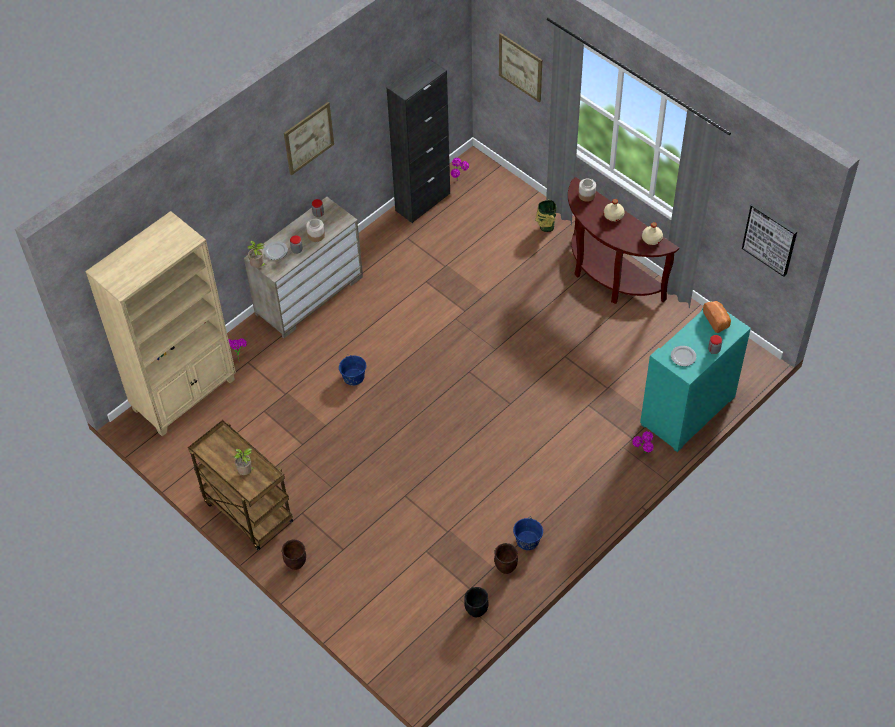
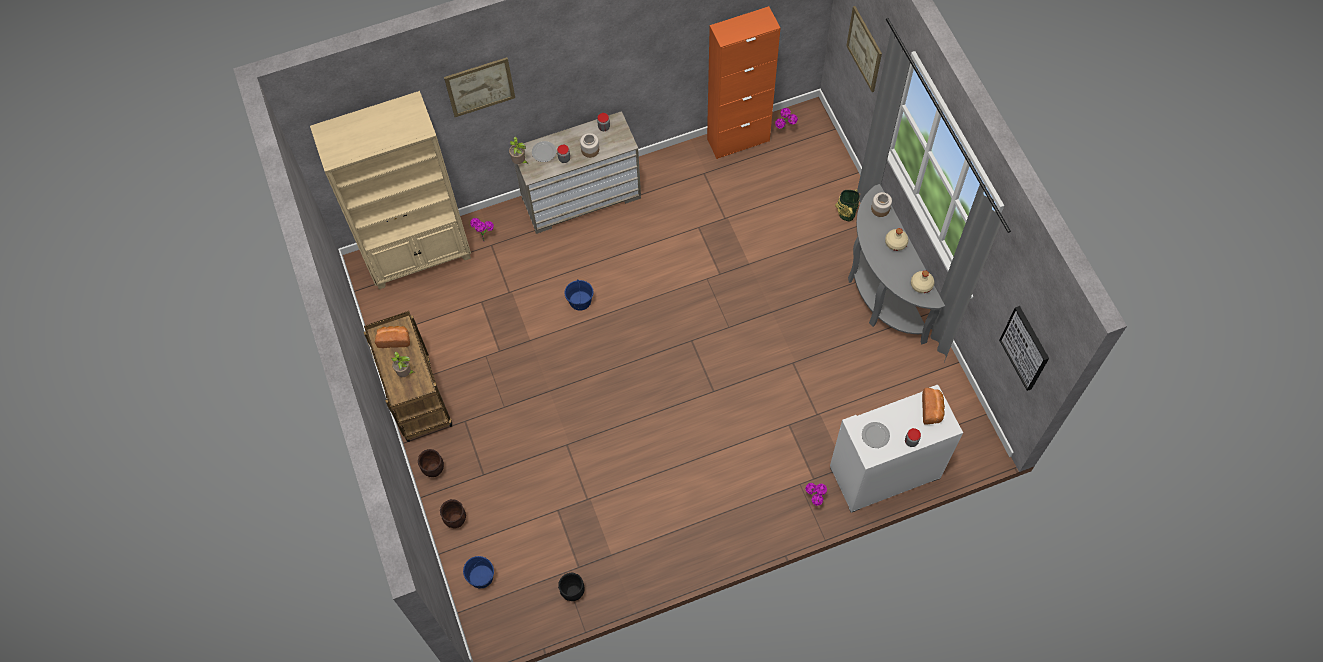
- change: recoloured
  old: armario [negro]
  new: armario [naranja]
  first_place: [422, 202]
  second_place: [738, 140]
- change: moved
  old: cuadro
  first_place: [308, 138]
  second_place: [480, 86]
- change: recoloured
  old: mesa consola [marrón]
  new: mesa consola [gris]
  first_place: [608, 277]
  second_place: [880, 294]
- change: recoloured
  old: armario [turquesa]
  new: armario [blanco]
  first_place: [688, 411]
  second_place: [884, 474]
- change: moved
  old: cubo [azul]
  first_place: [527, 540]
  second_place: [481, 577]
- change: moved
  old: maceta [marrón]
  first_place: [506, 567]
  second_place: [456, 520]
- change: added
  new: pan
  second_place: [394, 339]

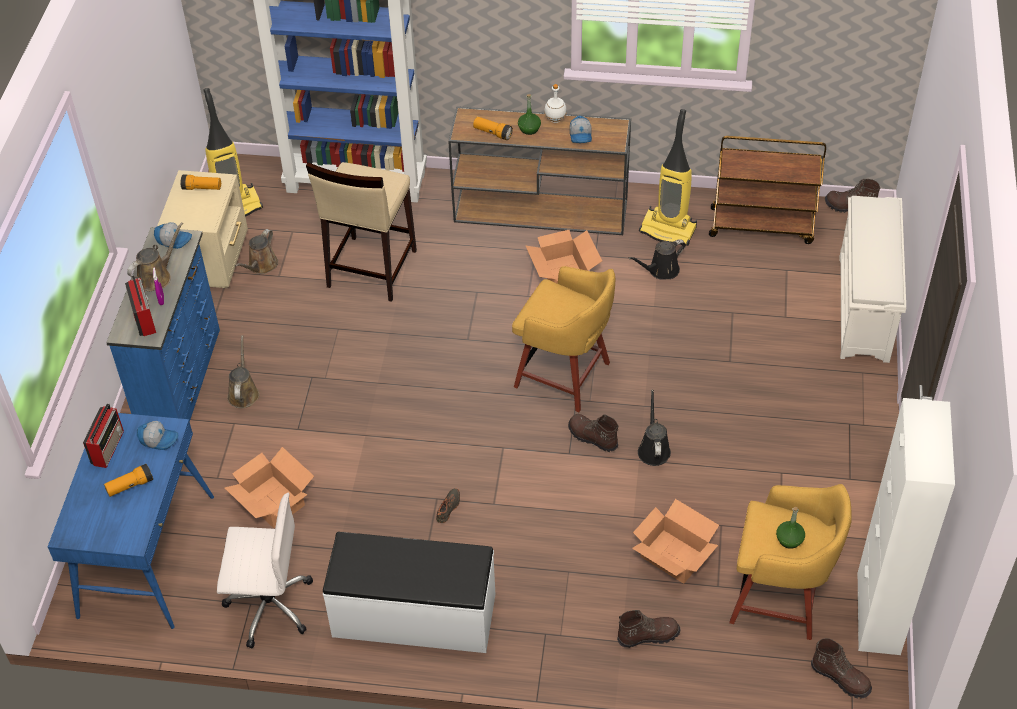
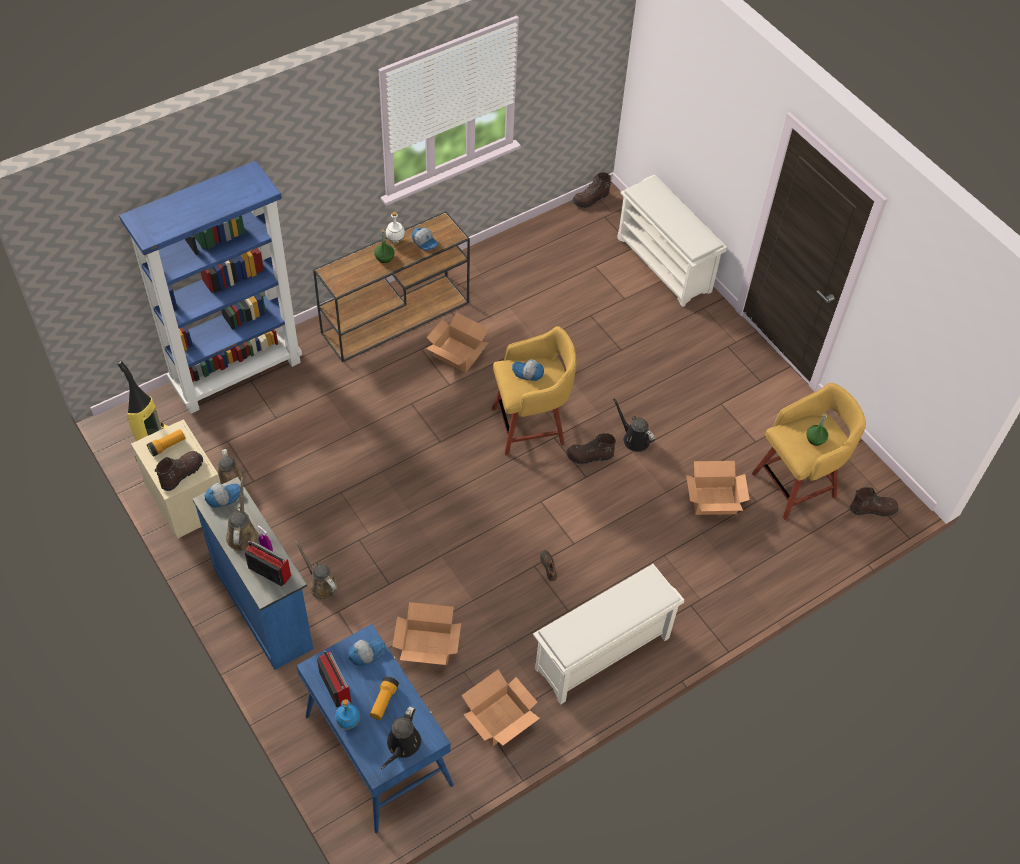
- change: removed
  old: aspiradora
  first_place: [669, 229]
- change: removed
  old: linterna
  first_place: [492, 133]
- change: removed
  old: carrito [marrón]
  first_place: [762, 225]
- change: removed
  old: taburete [beis]
  first_place: [370, 269]
- change: moved
  old: regadera [negro]
  first_place: [661, 270]
  second_place: [402, 745]
- change: removed
  old: armario [blanco]
  first_place: [878, 613]
- change: replaced
  old: silla de oficina [blanco]
  new: caja de cartón
  first_place: [268, 605]
  second_place: [500, 719]
- change: replaced
  old: banco [blanco]
  new: zapatero [blanco]
  first_place: [414, 616]
  second_place: [601, 654]
- change: moved
  old: bota [marrón]
  first_place: [648, 635]
  second_place: [181, 473]
- change: added
  new: gorra
  second_place: [528, 373]
- change: added
  new: botella [azul]
  second_place: [348, 722]

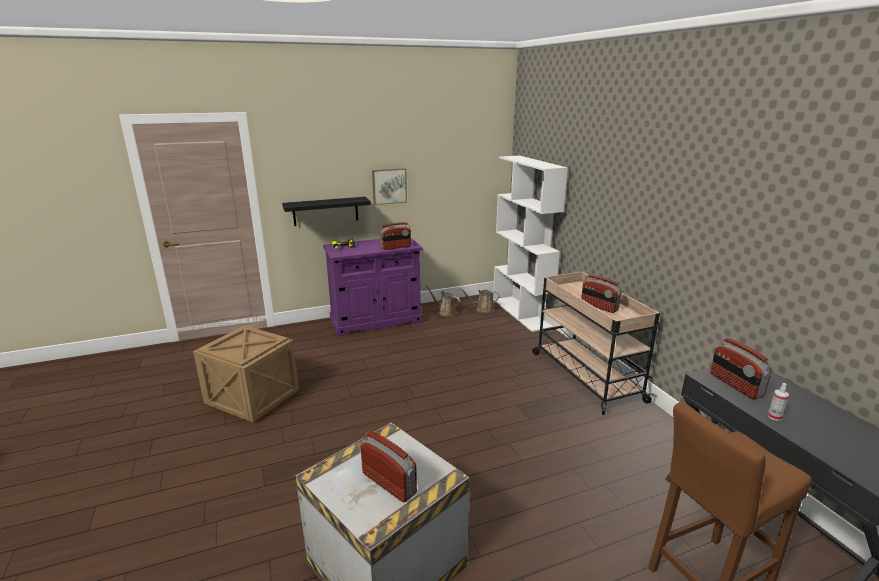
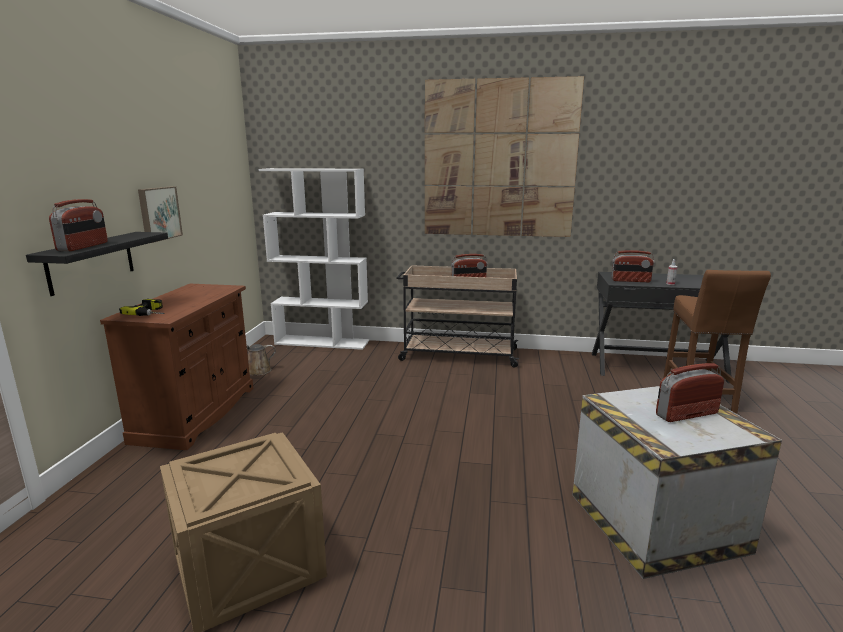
- change: moved
  old: radio
  first_place: [396, 247]
  second_place: [83, 246]
- change: recoloured
  old: armario [morado]
  new: armario [marrón]
  first_place: [376, 320]
  second_place: [196, 413]
- change: removed
  old: regadera [marrón]
  first_place: [482, 310]
- change: added
  new: cuadro
  second_place: [499, 160]

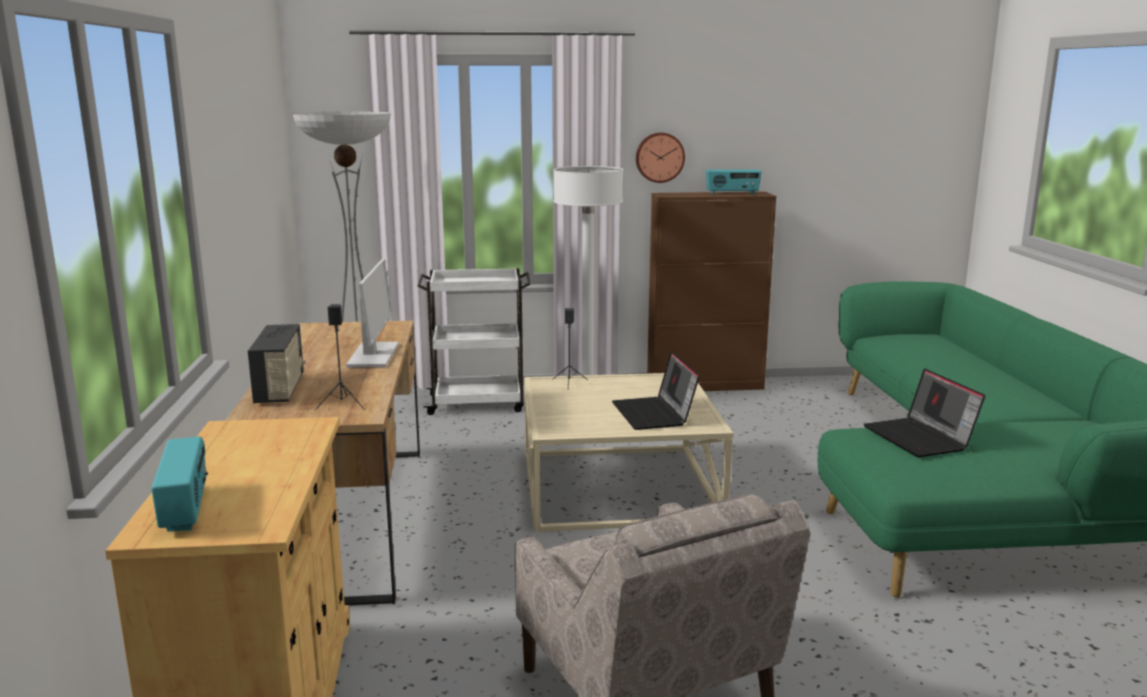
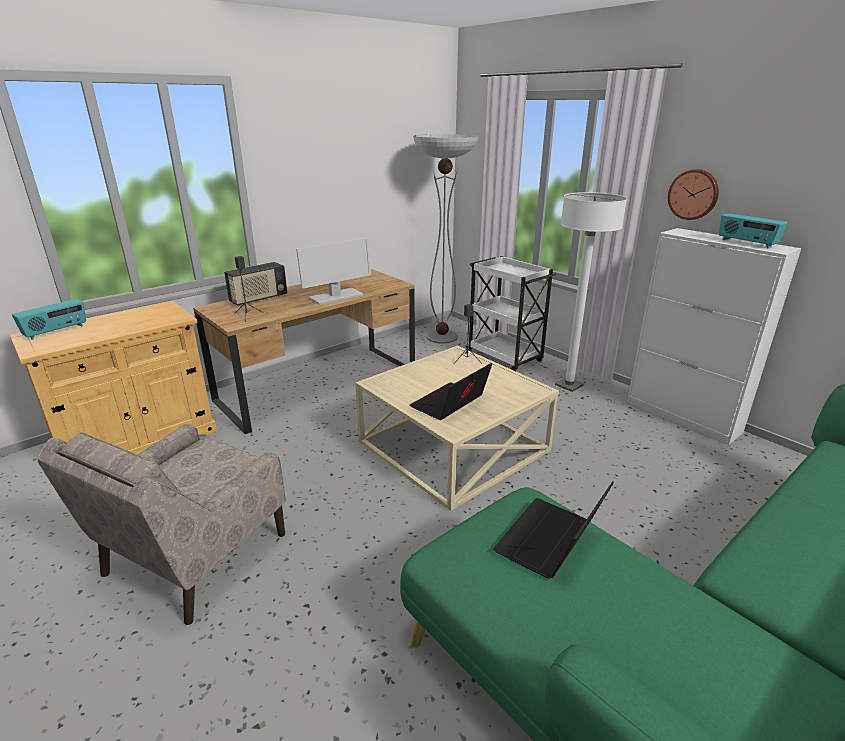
- change: recoloured
  old: armario [marrón]
  new: armario [blanco]
  first_place: [705, 385]
  second_place: [682, 417]

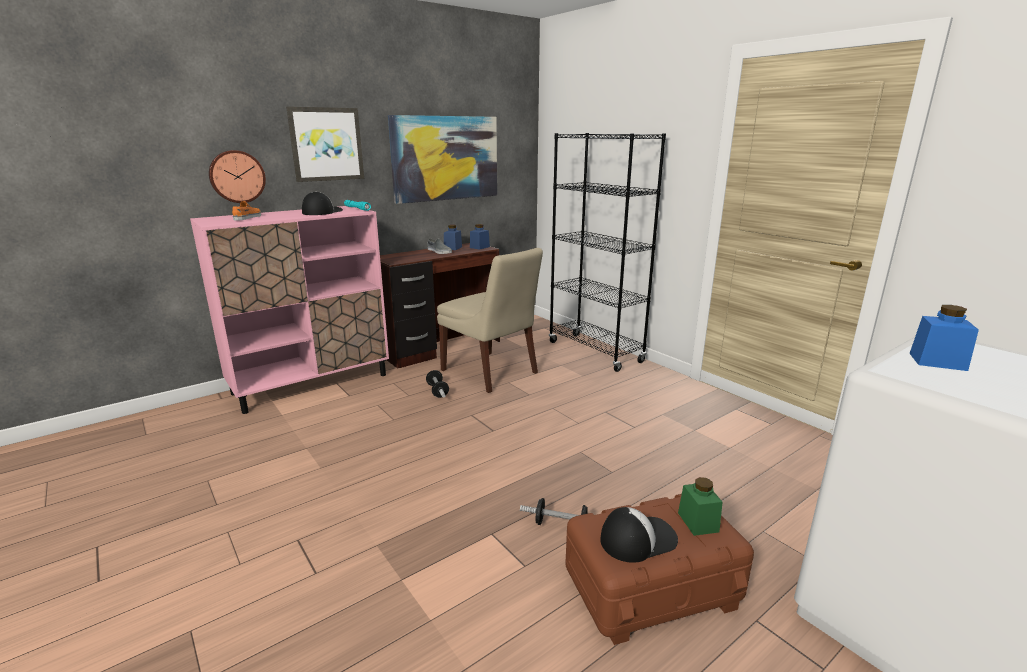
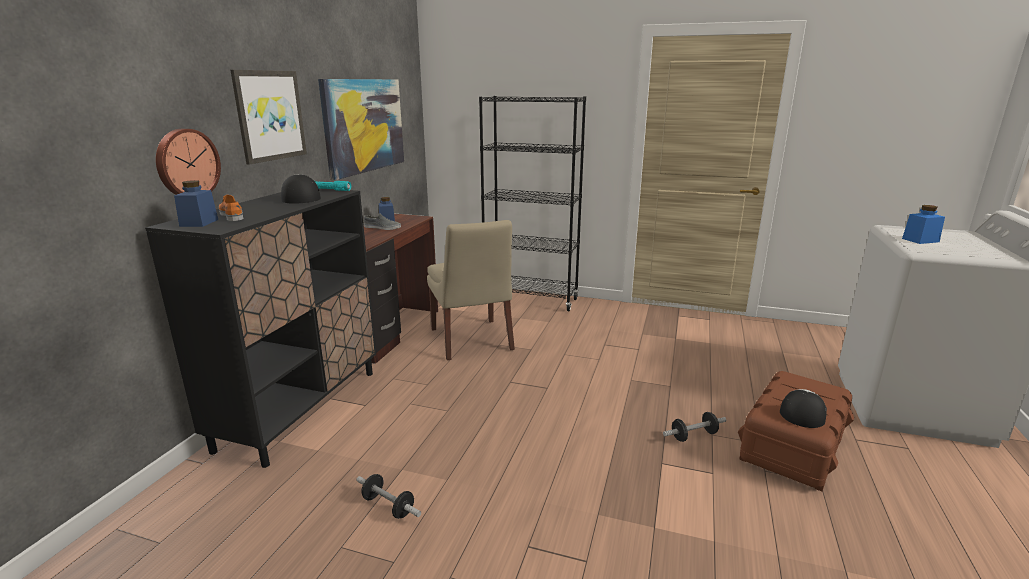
- change: recoloured
  old: armario [rosa]
  new: armario [negro]
  first_place: [312, 384]
  second_place: [301, 408]
- change: moved
  old: tarro [azul]
  first_place: [479, 247]
  second_place: [199, 223]
- change: turned
  old: silla [beis]
  first_place: [491, 372]
  second_place: [472, 341]
  degrees: 60
- change: moved
  old: mancuerna
  first_place: [437, 391]
  second_place: [388, 506]
- change: removed
  old: tarro [verde]
  first_place: [698, 522]

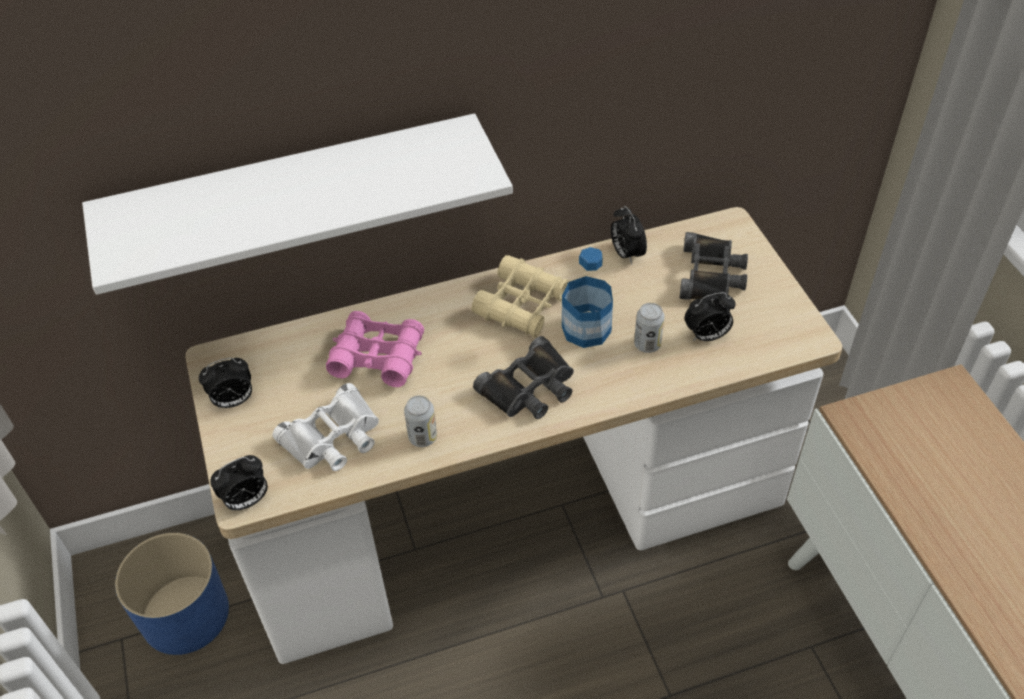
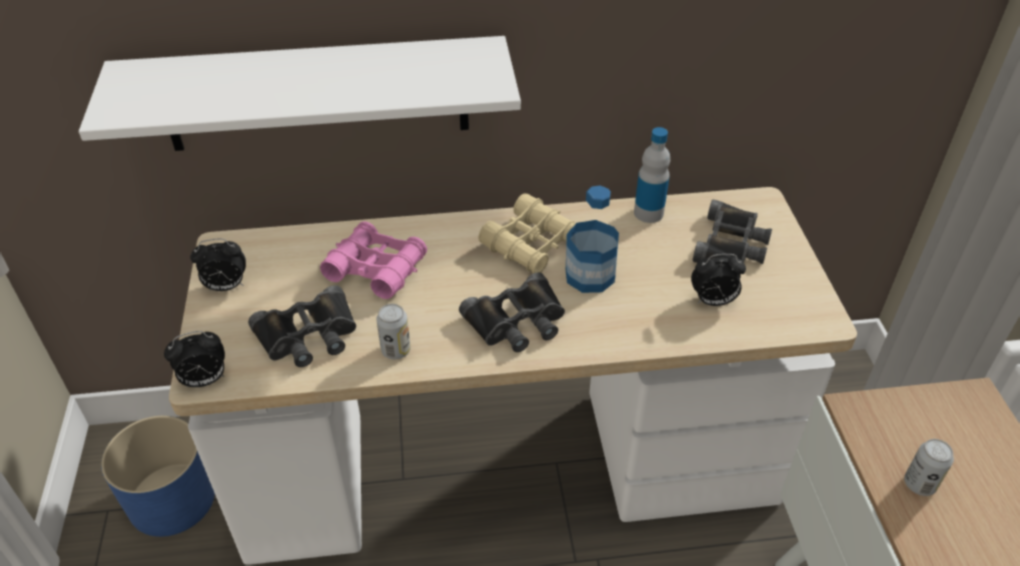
- change: replaced
  old: despertador
  new: botella
  first_place: [626, 254]
  second_place: [648, 213]
- change: moved
  old: lata
  first_place: [647, 344]
  second_place: [919, 484]
- change: recoloured
  old: prismáticos [blanco]
  new: prismáticos [negro]
  first_place: [333, 437]
  second_place: [309, 336]

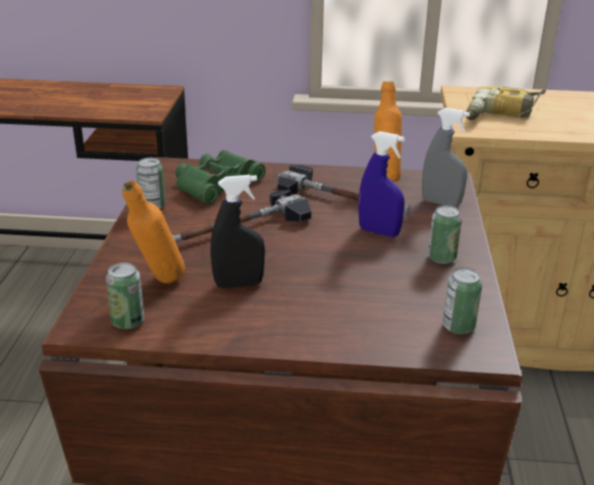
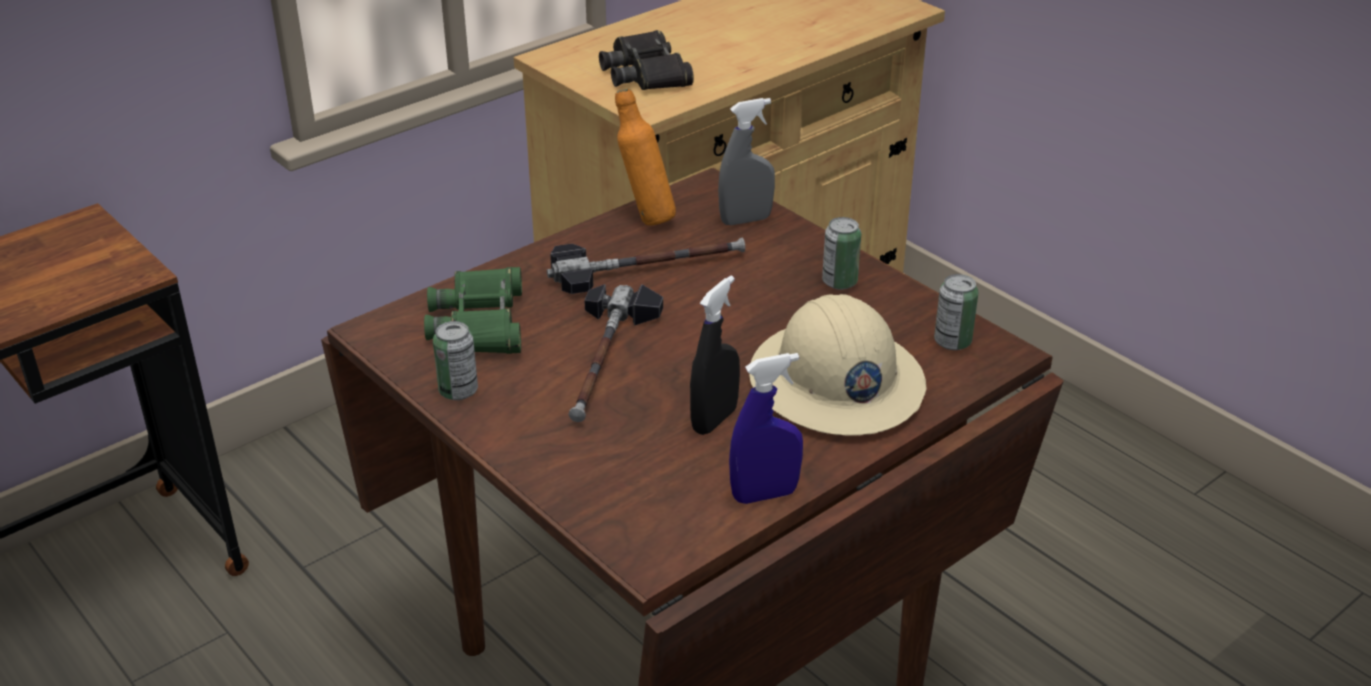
- change: replaced
  old: taladro
  new: prismáticos [negro]
  first_place: [502, 114]
  second_place: [646, 73]
- change: moved
  old: pulverizador [azul]
  first_place: [379, 232]
  second_place: [764, 495]
- change: removed
  old: botella [naranja]
  first_place: [159, 284]
- change: removed
  old: lata
  first_place: [128, 322]
- change: added
  new: casco [beis]
  second_place: [835, 383]

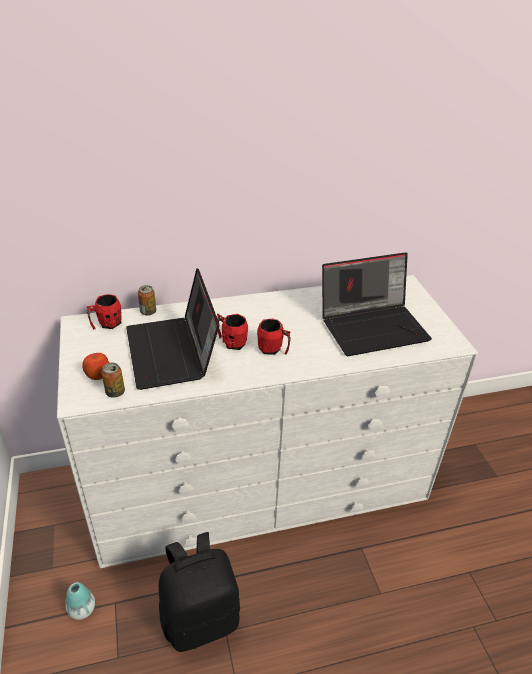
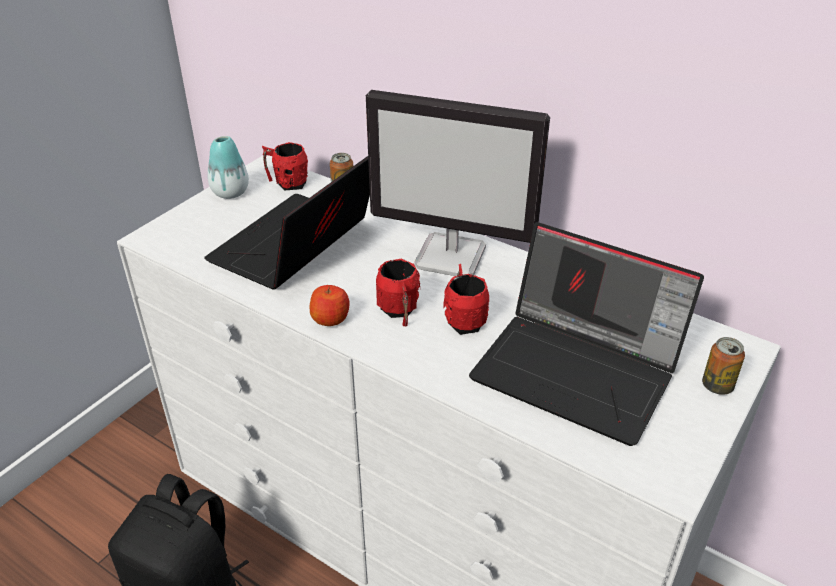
- change: moved
  old: taza grande [rojo]
  first_place: [231, 342]
  second_place: [464, 318]
- change: moved
  old: manzana
  first_place: [98, 374]
  second_place: [330, 318]
- change: moved
  old: lata
  first_place: [115, 392]
  second_place: [717, 386]
- change: moved
  old: florero
  first_place: [82, 609]
  second_place: [230, 192]
- change: added
  new: monitor
  second_place: [452, 257]

